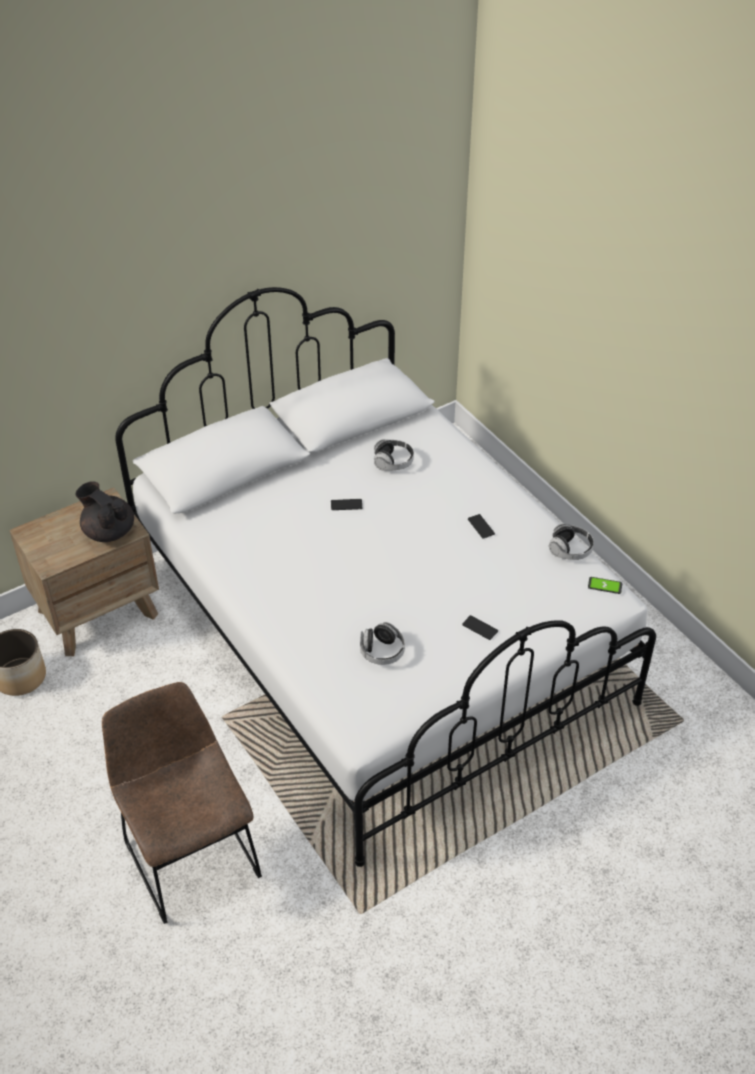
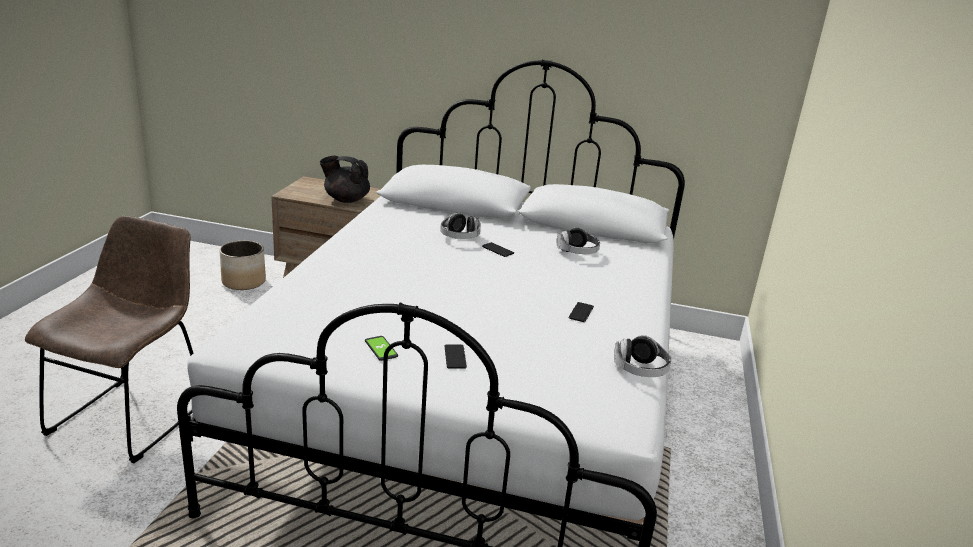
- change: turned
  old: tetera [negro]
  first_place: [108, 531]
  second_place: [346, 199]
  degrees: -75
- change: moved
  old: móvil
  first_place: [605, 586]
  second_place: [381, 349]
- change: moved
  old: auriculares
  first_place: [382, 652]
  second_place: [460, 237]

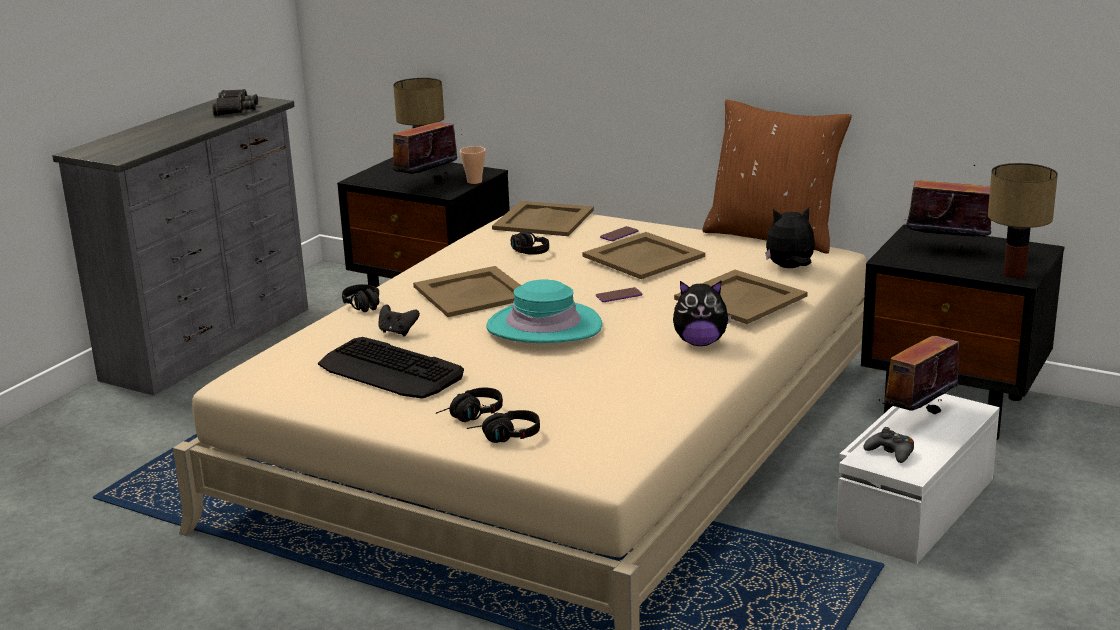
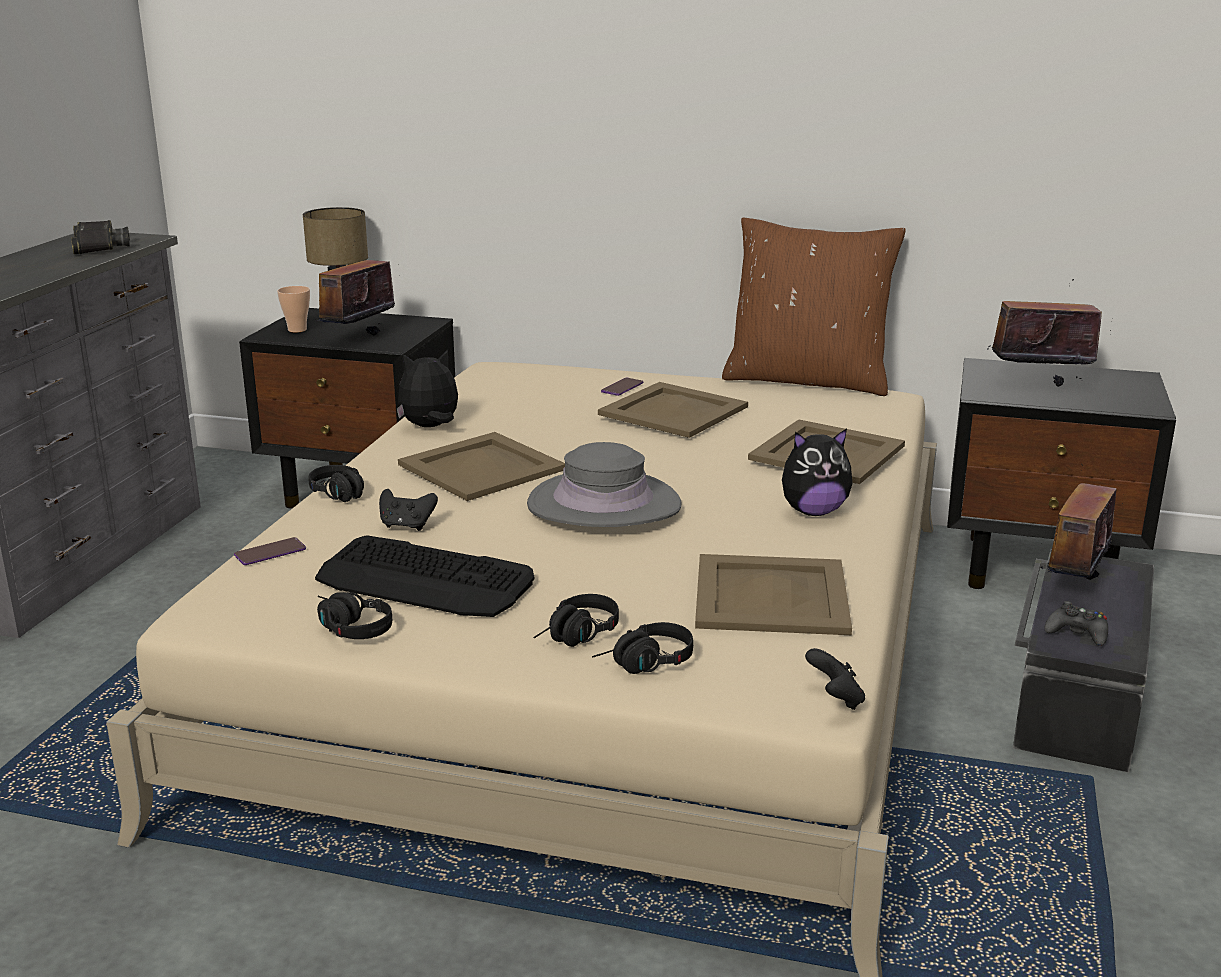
- change: moved
  old: taza
  first_place: [474, 181]
  second_place: [297, 330]
- change: removed
  old: lámpara de mesa
  first_place: [1015, 274]
- change: moved
  old: bandeja [beis]
  first_place: [544, 219]
  second_place: [772, 595]
- change: moved
  old: peluche
  first_place: [790, 268]
  second_place: [430, 427]
- change: moved
  old: auriculares [negro]
  first_place: [525, 251]
  second_place: [347, 628]
- change: recoloured
  old: sombrero [turquesa]
  new: sombrero [gris]
  first_place: [544, 326]
  second_place: [604, 505]
- change: moved
  old: móvil
  first_place: [619, 296]
  second_place: [270, 552]
- change: recoloured
  old: caja de almacenaje [blanco]
  new: caja de almacenaje [negro]
  first_place: [914, 507]
  second_place: [1076, 696]
- change: added
  new: mando de consola [negro]
  second_place: [835, 699]

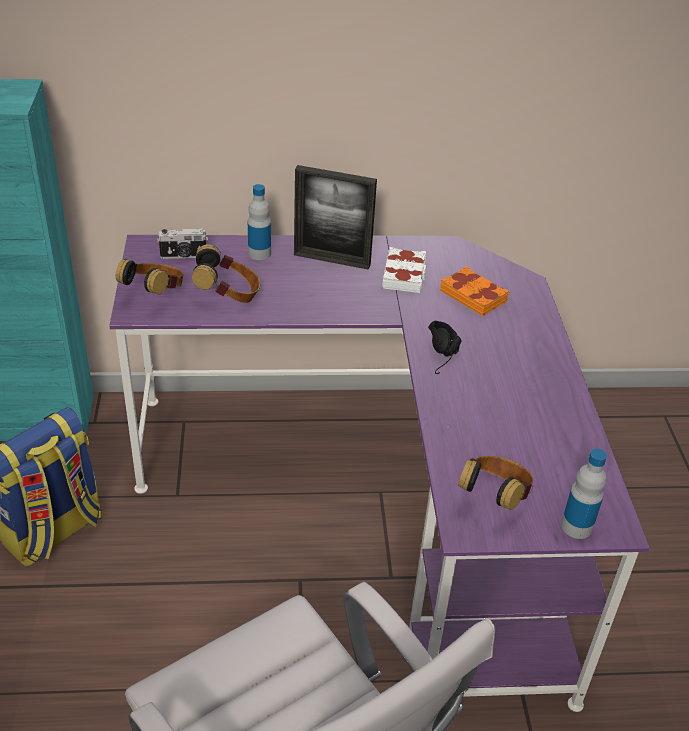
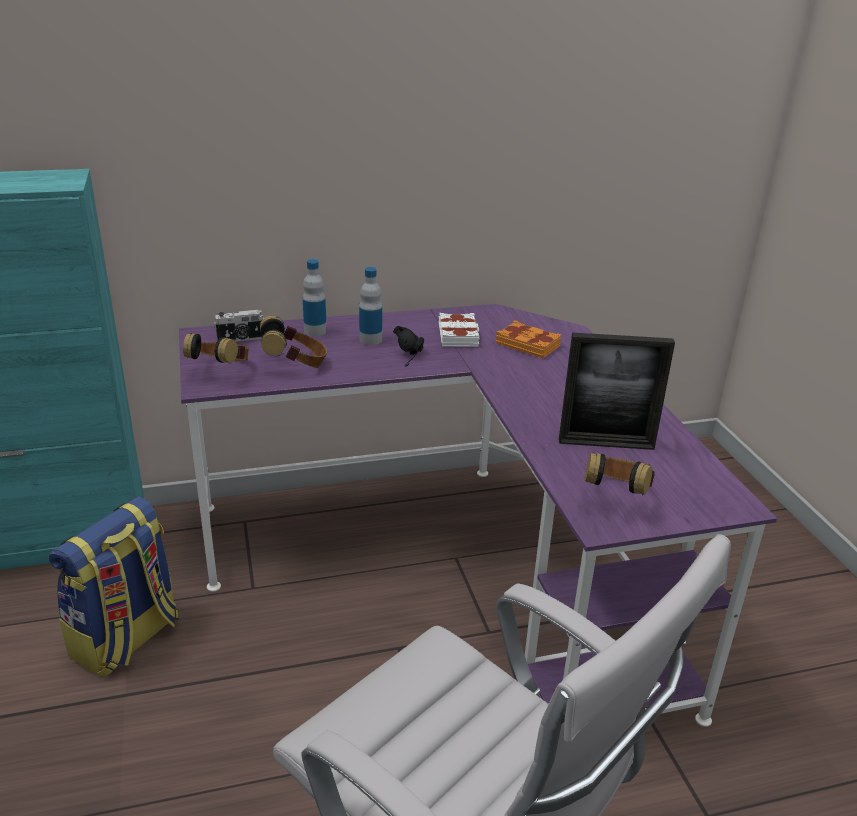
- change: moved
  old: portarretratos
  first_place: [332, 260]
  second_place: [606, 444]
- change: moved
  old: auriculares [negro]
  first_place: [446, 357]
  second_place: [412, 356]
- change: moved
  old: botella
  first_place: [576, 526]
  second_place: [370, 340]

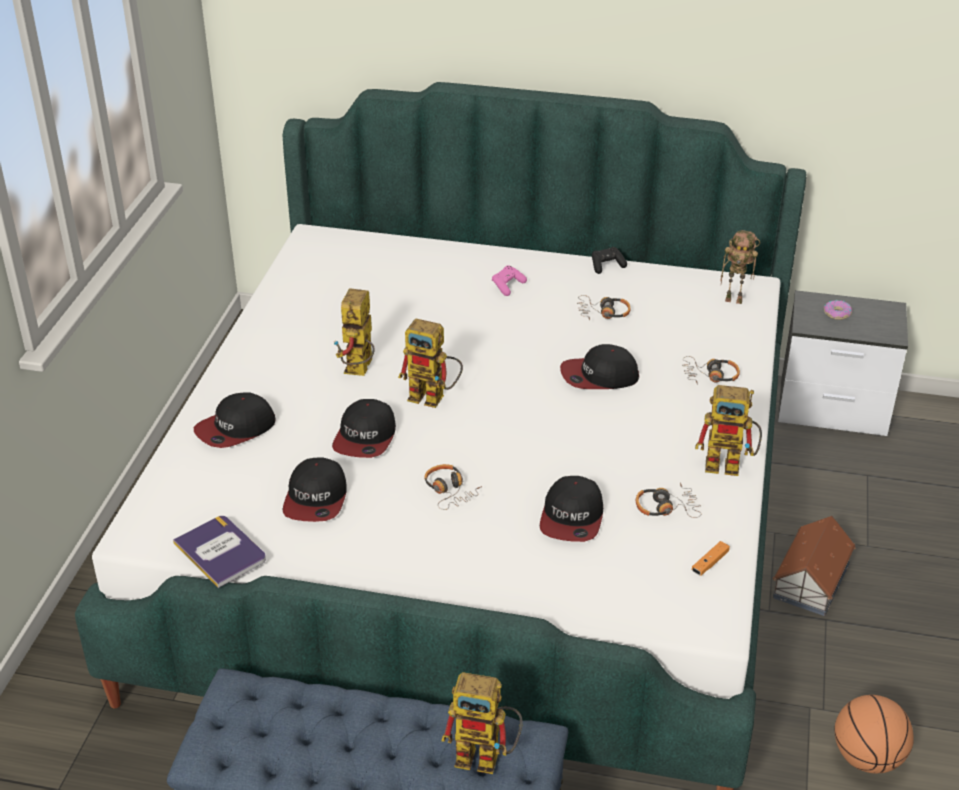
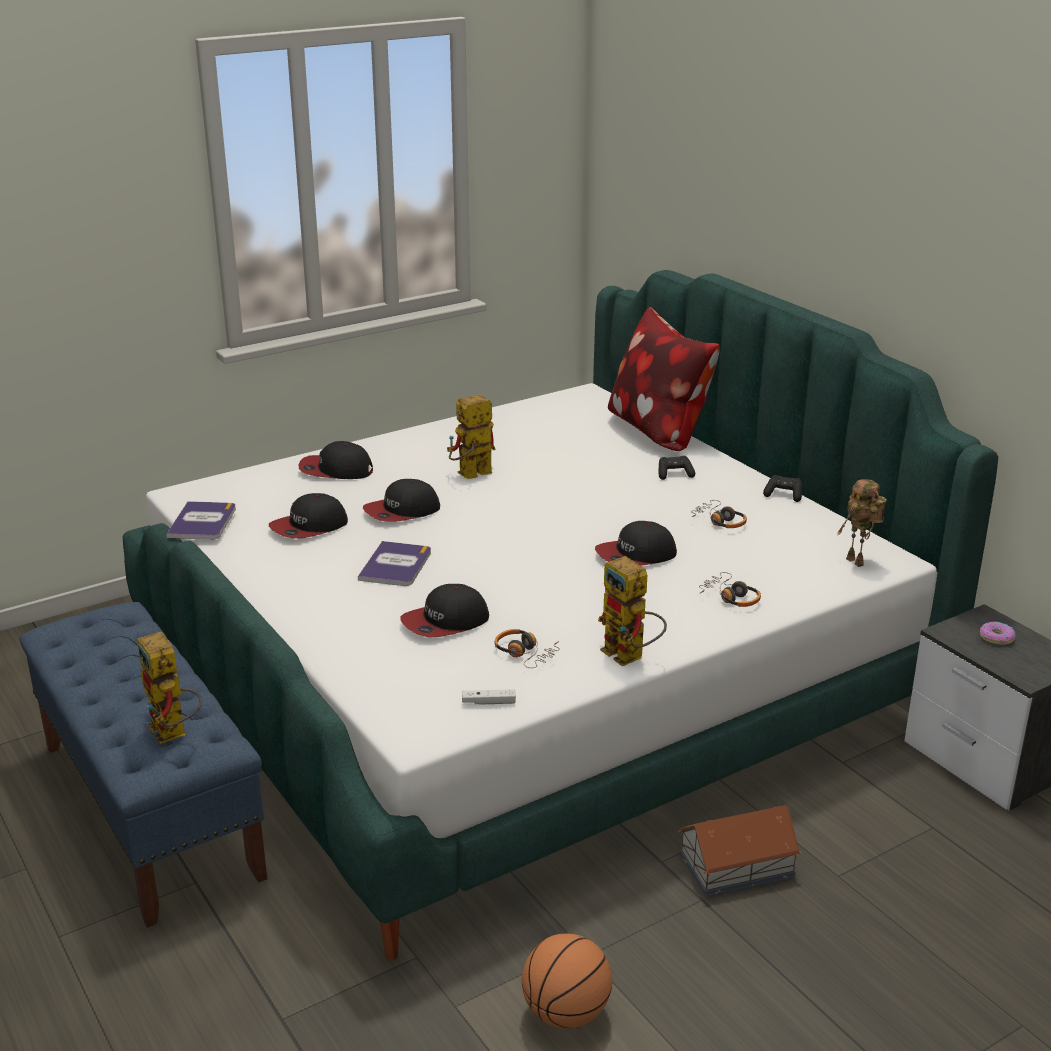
- change: recoloured
  old: mando de consola [rosa]
  new: mando de consola [negro]
  first_place: [507, 286]
  second_place: [674, 474]
- change: removed
  old: robot de juguete
  first_place: [434, 397]
- change: turned
  old: gorra
  first_place: [599, 376]
  second_place: [636, 555]
  degrees: -60
- change: replaced
  old: auriculares
  new: libro
  first_place: [449, 491]
  second_place: [396, 565]
- change: recoloured
  old: mando de consola [naranja]
  new: mando de consola [blanco]
  first_place: [710, 563]
  second_place: [488, 702]
- change: added
  new: cojín
  second_place: [658, 430]

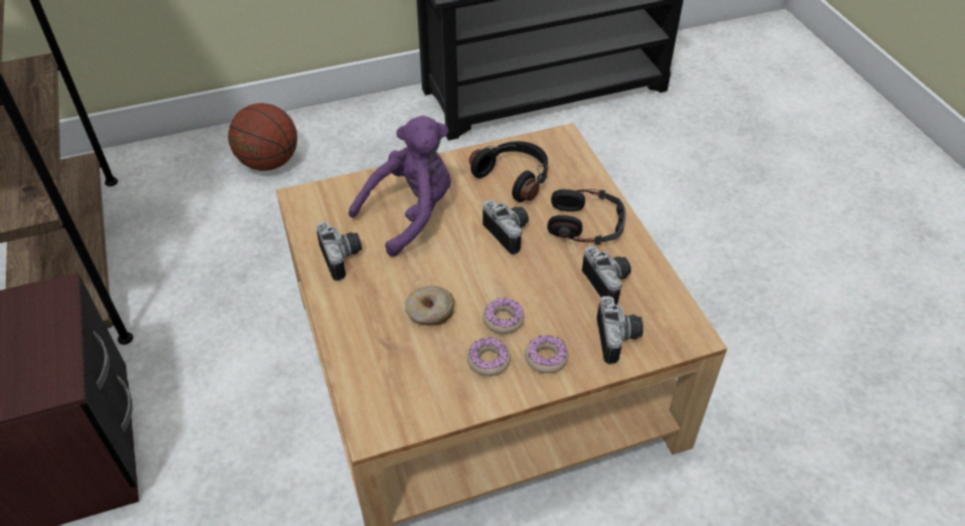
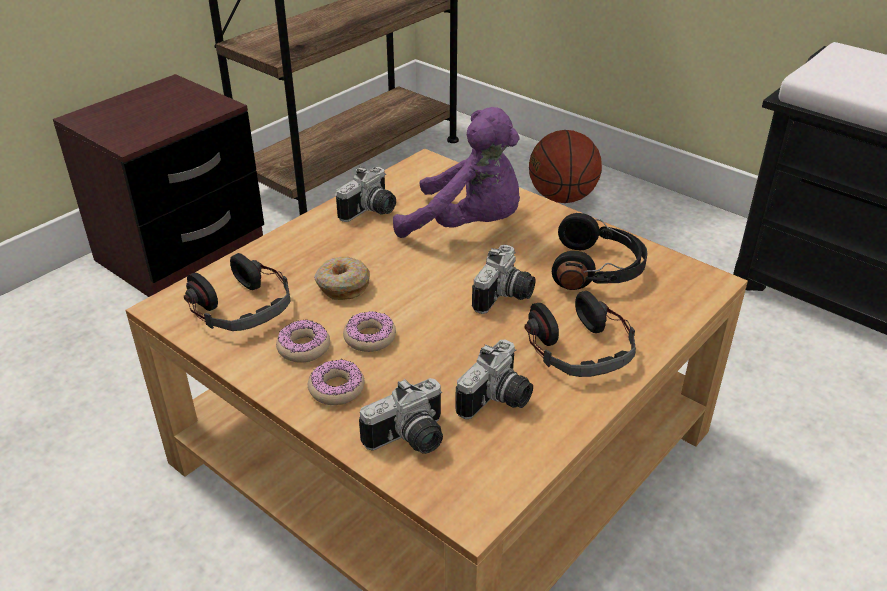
- change: added
  new: auriculares
  second_place: [241, 306]

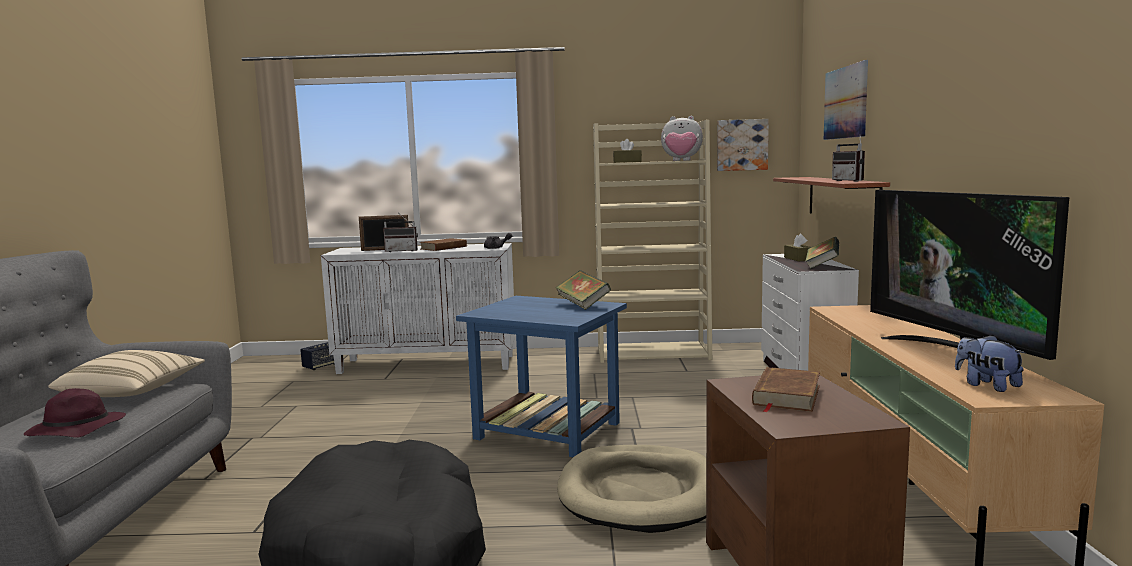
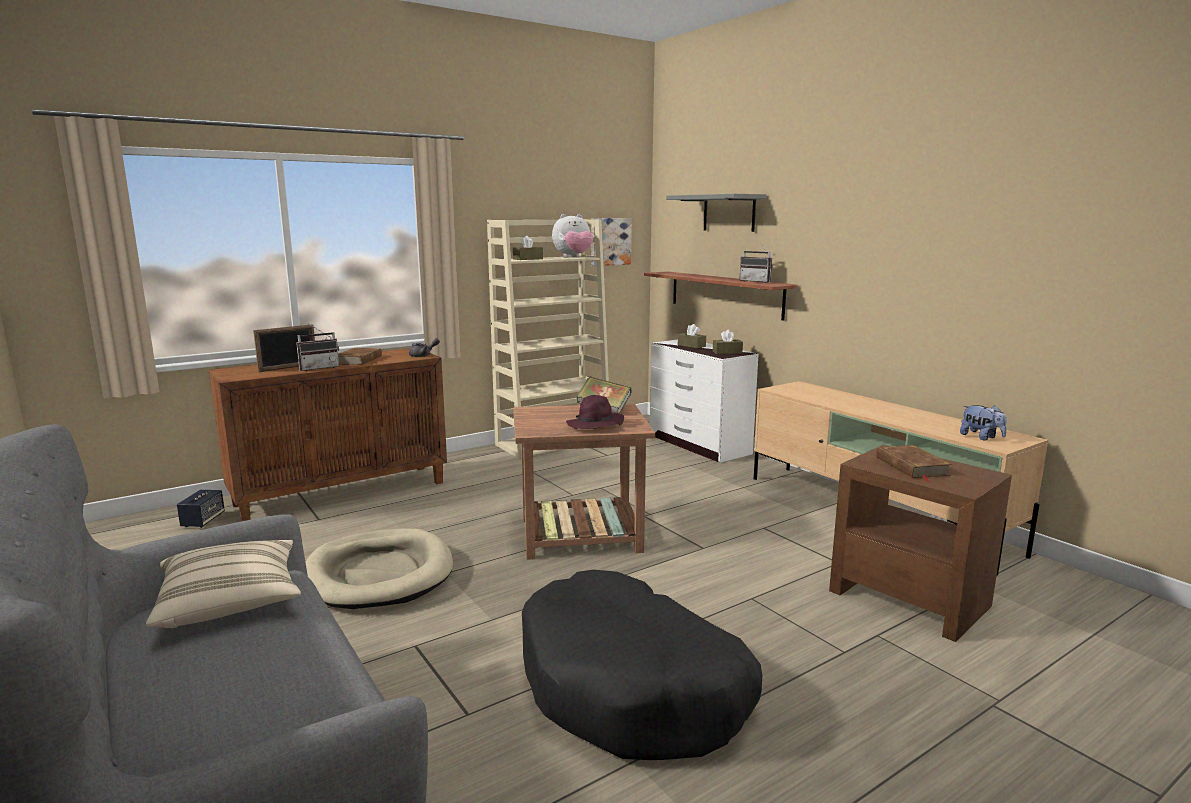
- change: replaced
  old: cuadro
  new: estante [gris]
  first_place: [845, 102]
  second_place: [729, 213]
- change: removed
  old: televisor
  first_place: [956, 352]
- change: replaced
  old: libro
  new: caja de pañuelos [marrón]
  first_place: [822, 266]
  second_place: [727, 352]
- change: recoloured
  old: armario [blanco]
  new: armario [marrón]
  first_place: [428, 364]
  second_place: [342, 493]
- change: recoloured
  old: mesa auxiliar [azul]
  new: mesa auxiliar [marrón]
  first_place: [549, 431]
  second_place: [582, 534]
- change: turned
  old: peluche
  first_place: [986, 385]
  second_place: [981, 437]
  degrees: -150
- change: moved
  old: sombrero [morado]
  first_place: [75, 430]
  second_place: [595, 425]
- change: moved
  old: cama para perro [beis]
  first_place: [640, 493]
  second_place: [379, 574]

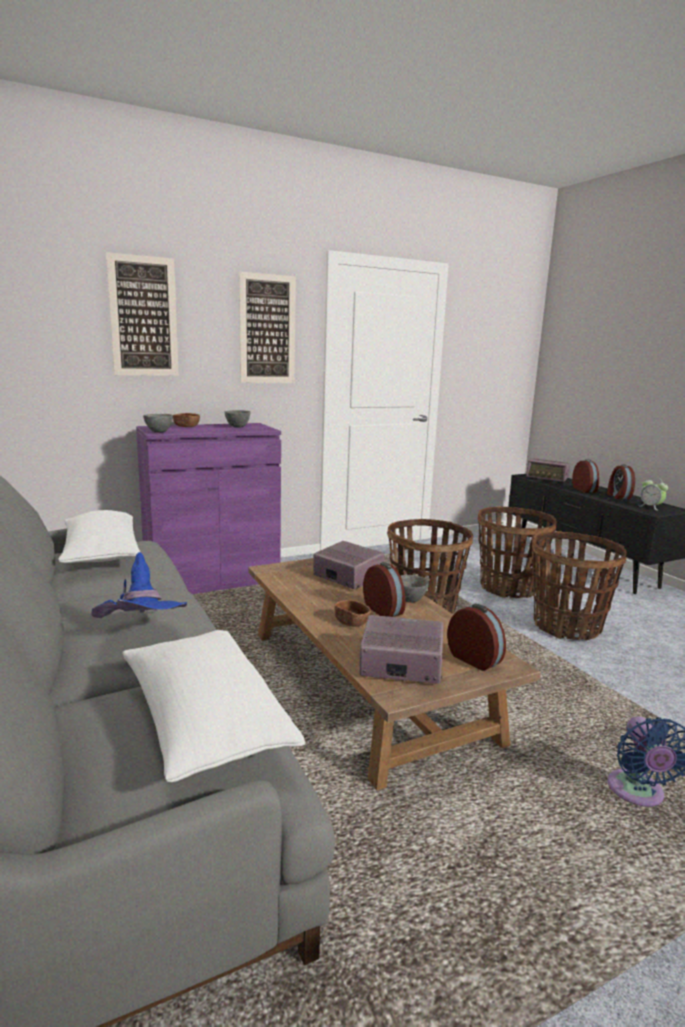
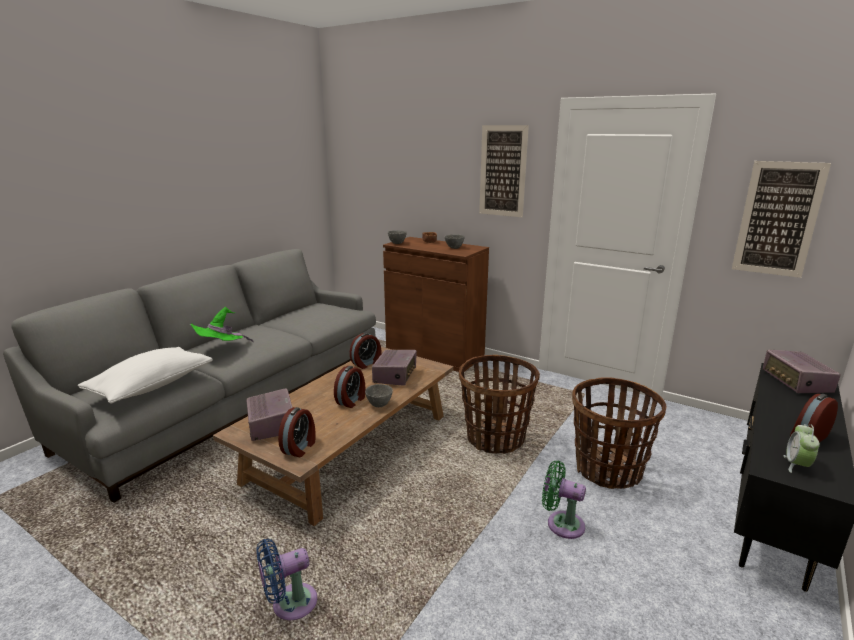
- change: moved
  old: cuadro
  first_place: [143, 317]
  second_place: [778, 219]
- change: recoloured
  old: armario [morado]
  new: armario [marrón]
  first_place: [212, 580]
  second_place: [434, 354]
- change: moved
  old: despertador
  first_place: [585, 490]
  second_place: [367, 363]
- change: removed
  old: cojín [blanco]
  first_place: [101, 555]
- change: replaced
  old: cesta
  new: ventilador [verde]
  first_place: [567, 626]
  second_place: [561, 523]
- change: recoloured
  old: sombrero [azul]
  new: sombrero [verde]
  first_place: [143, 637]
  second_place: [221, 349]
- change: removed
  old: cuenco [marrón]
  first_place: [351, 622]

